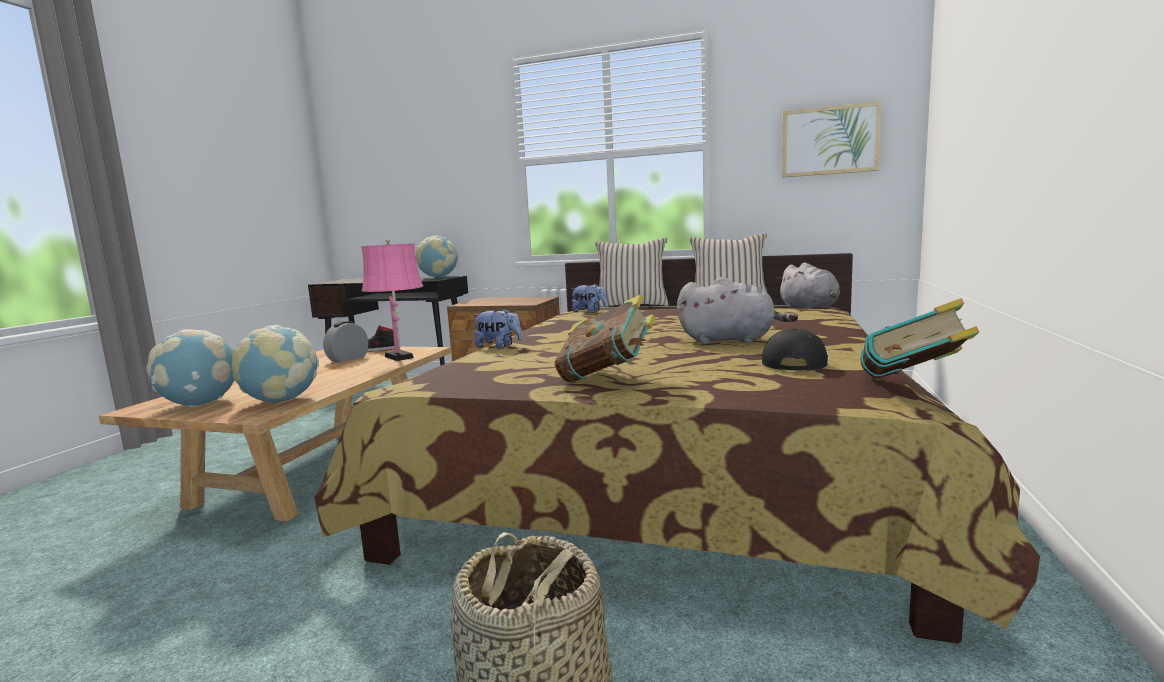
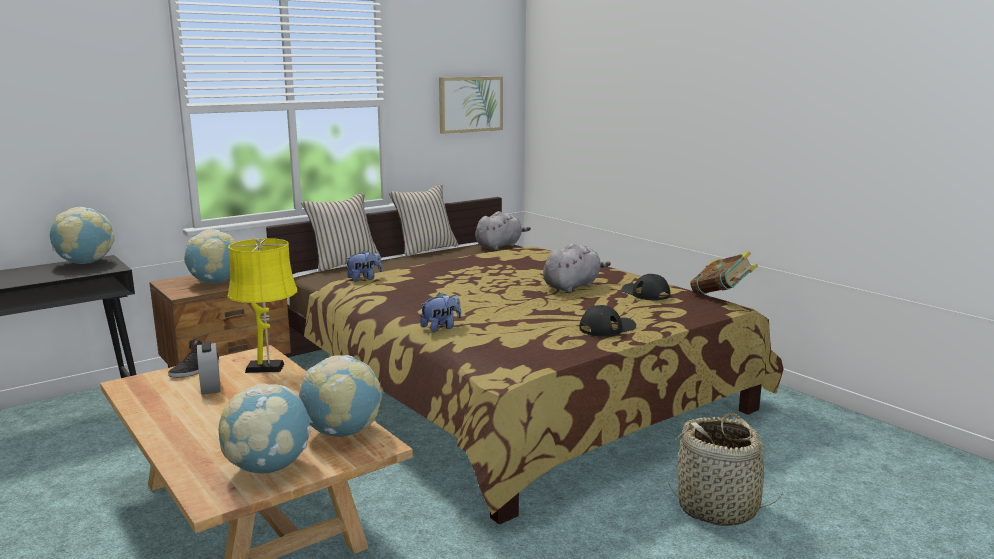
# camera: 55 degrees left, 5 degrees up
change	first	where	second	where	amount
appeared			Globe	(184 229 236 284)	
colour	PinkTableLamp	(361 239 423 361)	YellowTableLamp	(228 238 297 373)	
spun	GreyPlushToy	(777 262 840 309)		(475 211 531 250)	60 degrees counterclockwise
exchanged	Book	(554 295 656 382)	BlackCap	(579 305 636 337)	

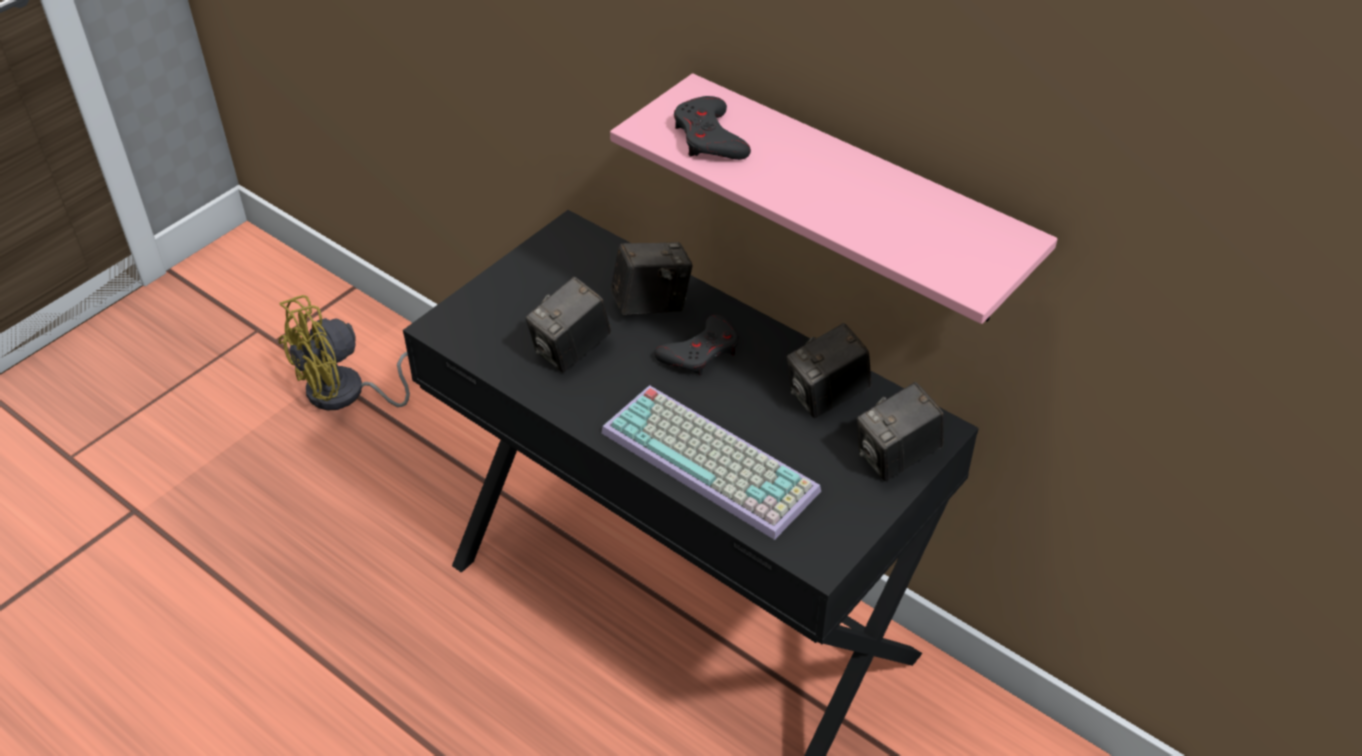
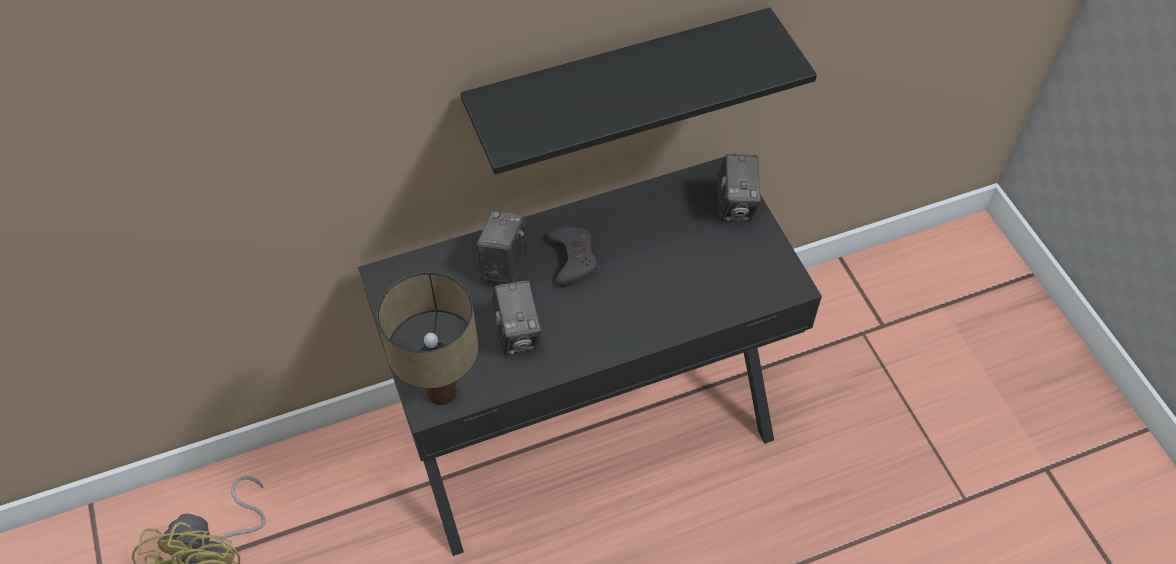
# camera: 60 degrees left, 10 degrees up
change	first	where	second	where	amount
appeared			TableLamp	(377 272 478 405)	
colour	PinkShelf	(610 73 1057 324)	BlackShelf	(461 8 817 175)	
missing	Keyboard	(601 385 821 540)			
missing	GreyGameController	(674 96 751 160)			
missing	PhotoCamera	(787 323 872 418)			

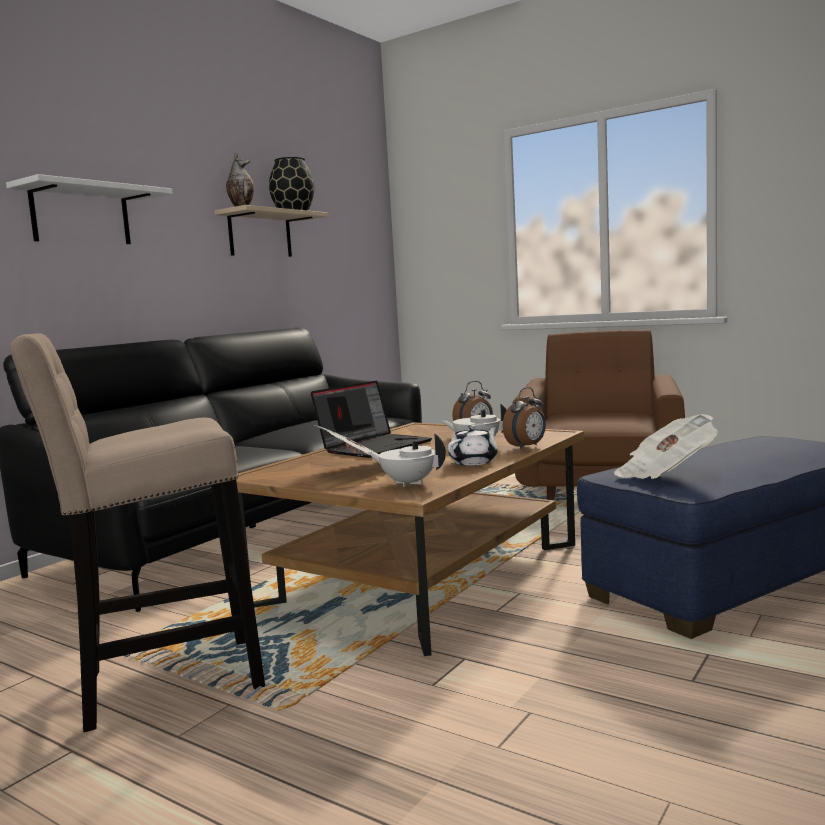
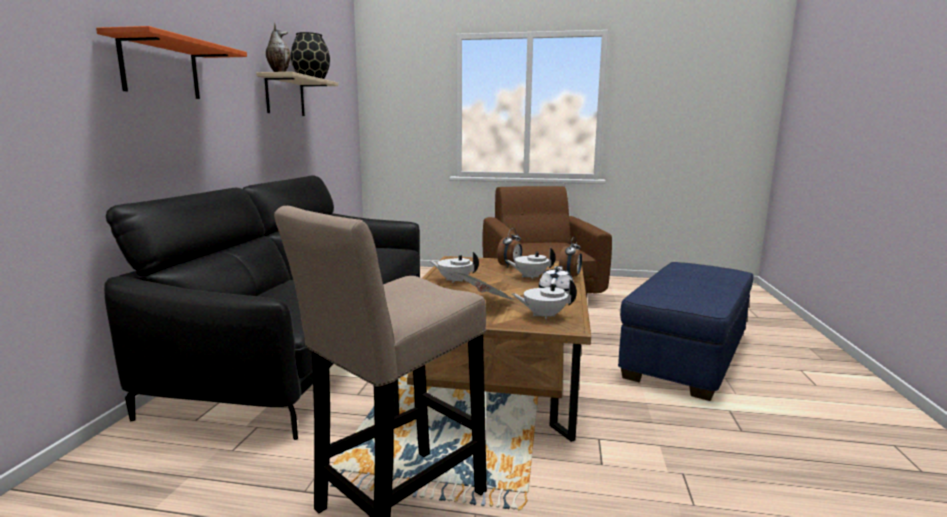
# camera: 25 degrees left, 5 degrees up
change	first	where	second	where	amount
colour	WhiteShelf	(6 174 173 244)	OrangeShelf	(96 26 247 99)	
exchanged	Laptop	(311 381 432 458)	WhiteTeapot	(430 252 479 283)	
missing	Newspaper	(614 414 718 479)			

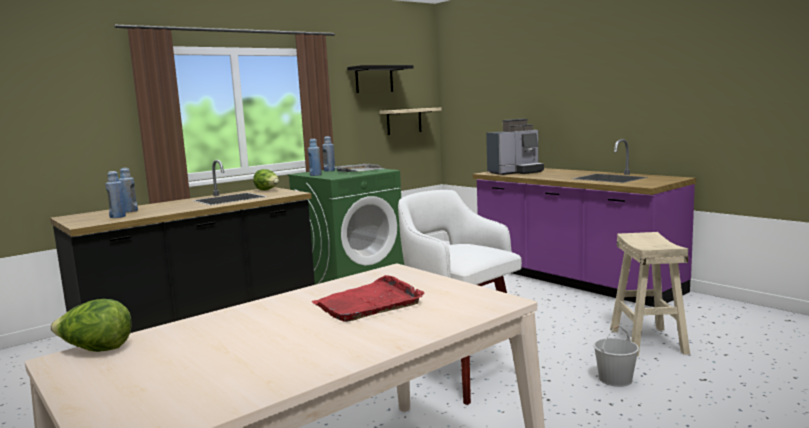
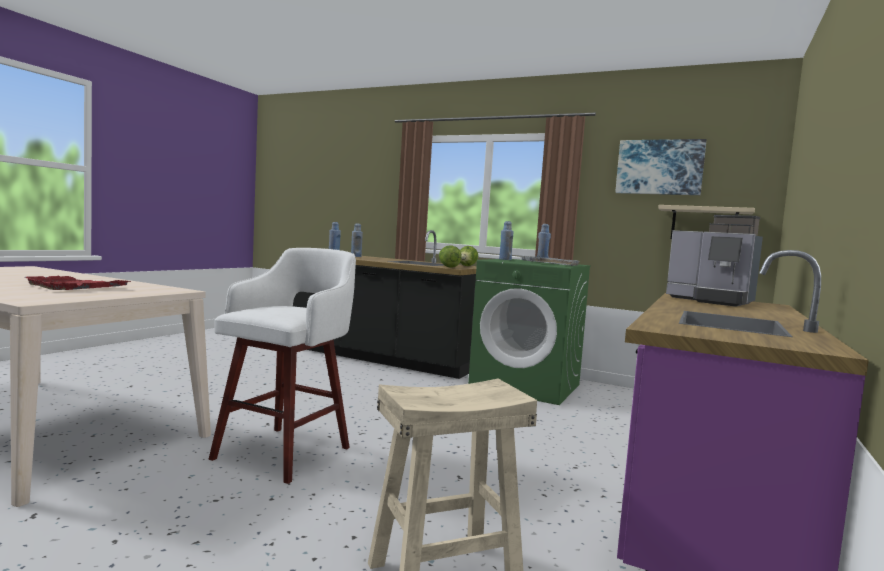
# camera: 65 degrees right, 5 degrees down
change	first	where	second	where	amount
relocated	Lettuce	(50 299 131 352)		(439 245 462 268)	
exchanged	BlackShelf	(347 65 413 93)	Picture	(615 139 706 195)	
missing	WhiteBucket	(594 326 639 387)			

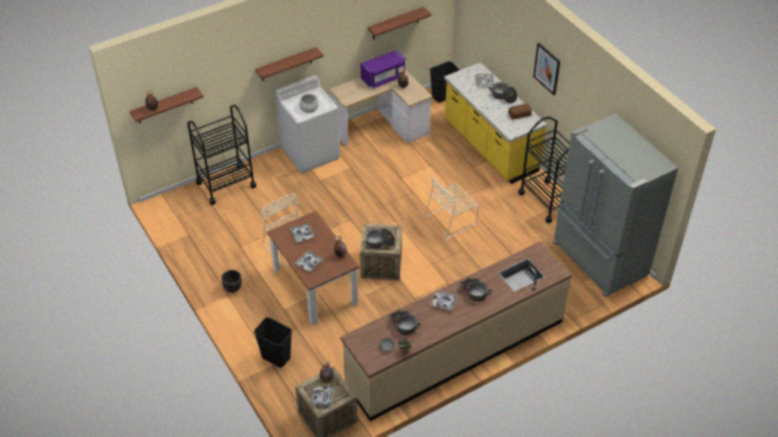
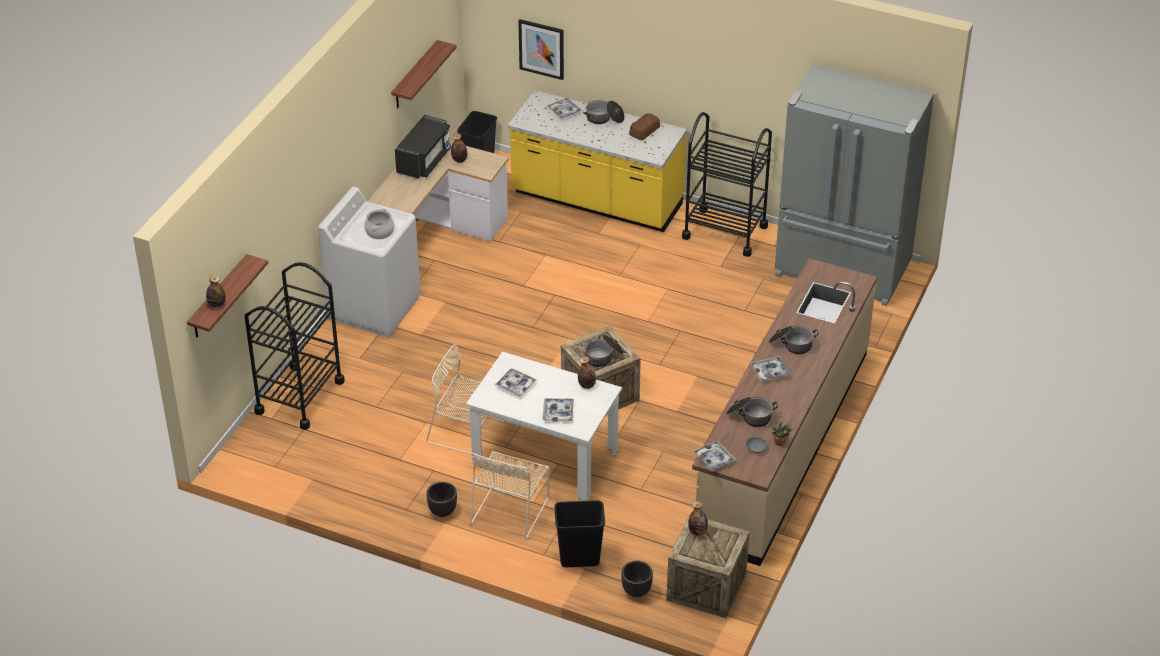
# camera: 35 degrees left, 5 degrees down
change	first	where	second	where	amount
colour	PurpleMicrowave	(361 50 405 88)	BlackMicrowave	(395 115 451 179)	
colour	BrownDiningTable	(267 211 359 325)	WhiteDiningTable	(466 352 622 501)	
relocated	BeigeChair	(424 176 479 239)		(470 451 550 540)	
relocated	Picture	(533 43 560 95)		(518 19 564 80)	
appeared			BlackPlanter	(621 561 653 598)	
relocated	Tray	(310 385 334 406)		(692 441 736 471)	
missing	Shelf	(255 47 324 81)			

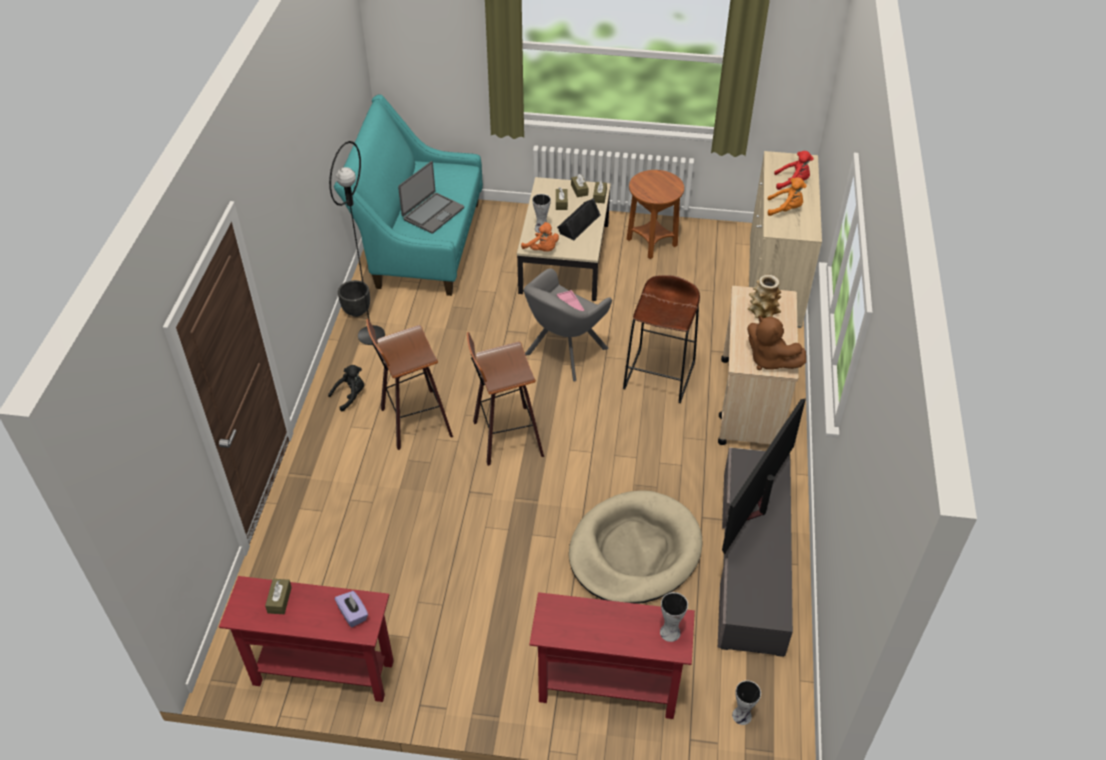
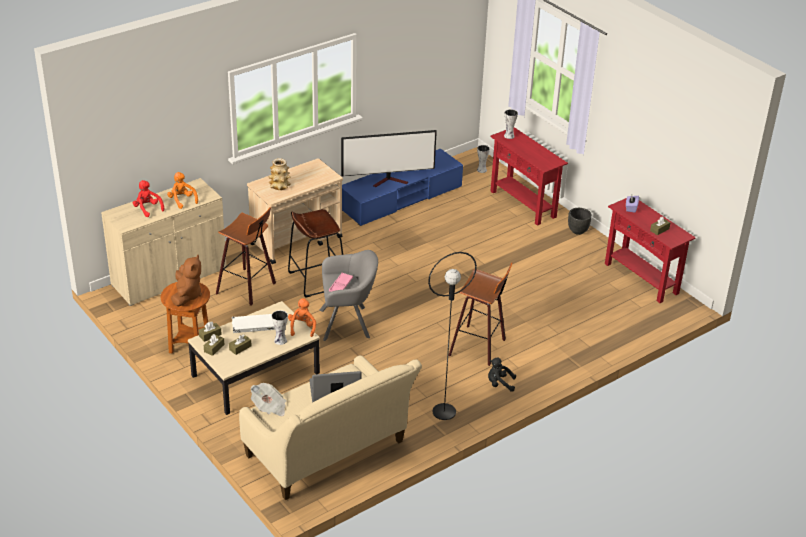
# camera: 135 degrees left, 10 degrees down
change	first	where	second	where	amount
relocated	BrownPlushToy	(747 315 806 370)		(171 255 202 307)	
relocated	Stool	(467 332 544 466)		(216 207 276 306)	
colour	BlackSpeaker	(557 198 601 240)	WhiteSpeaker	(232 314 275 333)	
colour	TurquoiseSofa	(334 95 483 296)	BeigeSofa	(239 355 422 500)	
appeared			Newspaper	(251 383 286 417)	
colour	GreyTvStand	(718 448 793 657)	BlueTvStand	(342 149 463 226)	
relocated	BlackPlanter	(338 280 370 317)		(568 208 592 235)	
missing	BeigeDogBed	(569 490 702 604)			

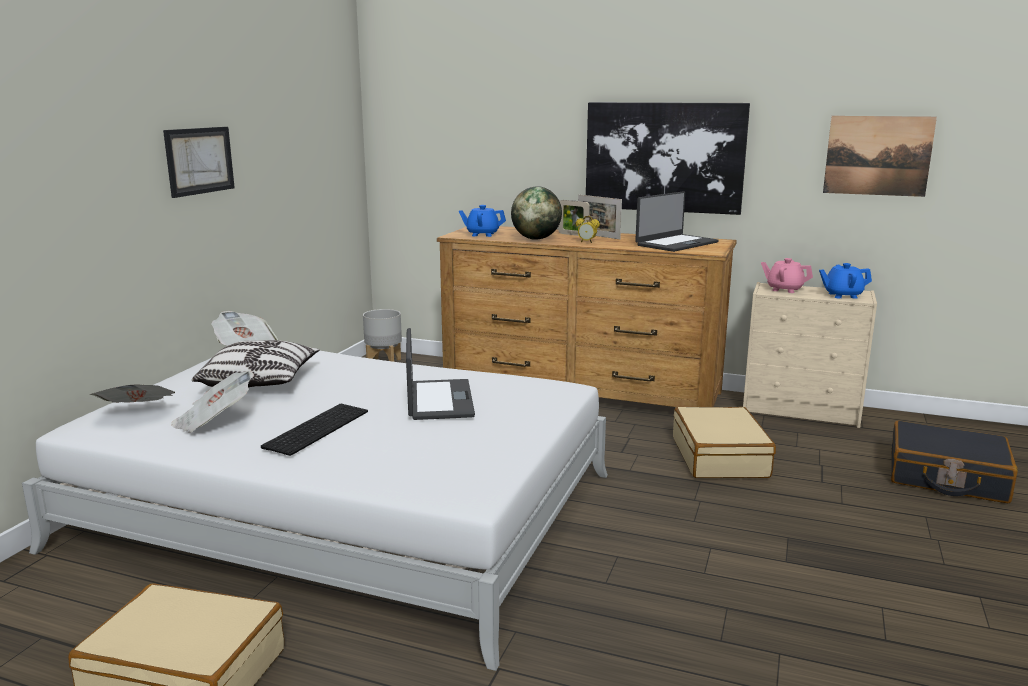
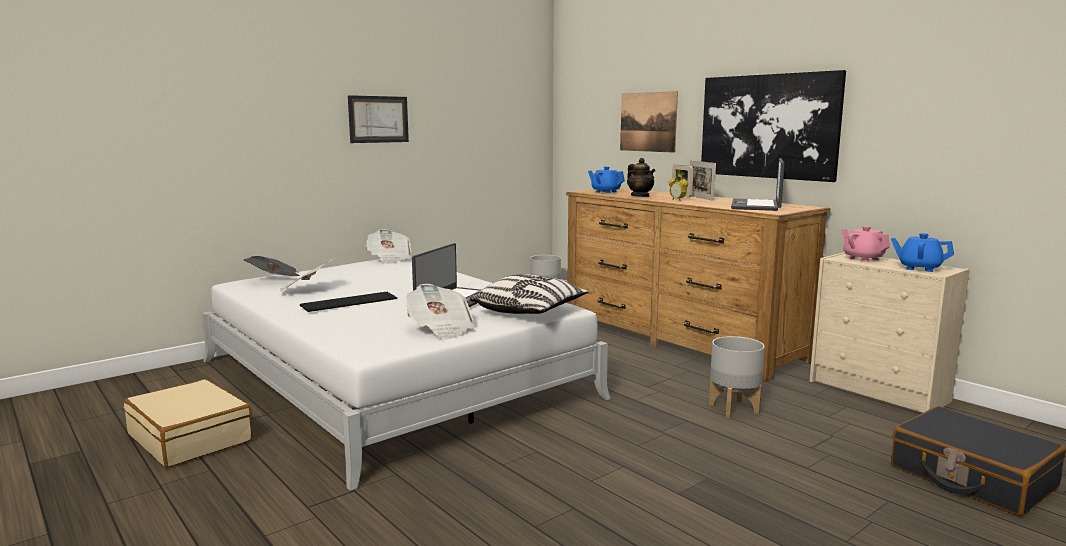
# camera: 30 degrees right, 5 degrees down
change	first	where	second	where	amount
appeared			Newspaper	(406 284 475 340)	
relocated	Pillow	(192 340 319 387)		(469 274 589 314)	
relocated	Picture	(823 116 937 197)		(620 91 678 153)	
exchanged	Globe	(511 186 562 240)	Teapot	(627 158 655 197)	
exchanged	BeigeSuitcase	(673 407 776 478)	GreyPlanter	(709 336 765 418)	
spun	Laptop	(635 191 719 252)		(731 158 785 211)	120 degrees clockwise

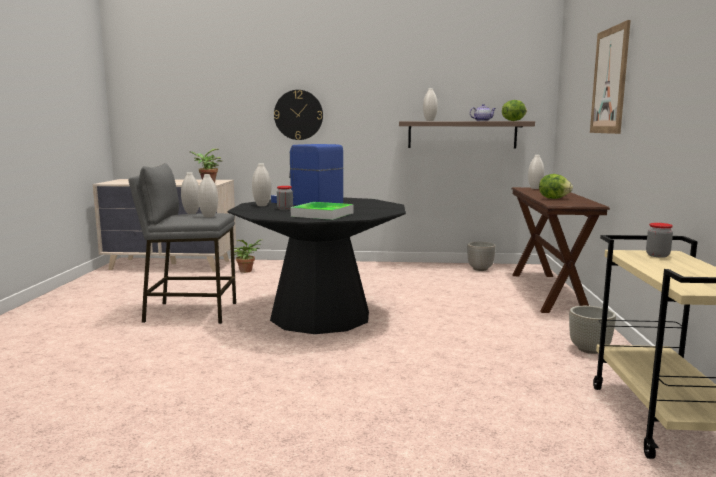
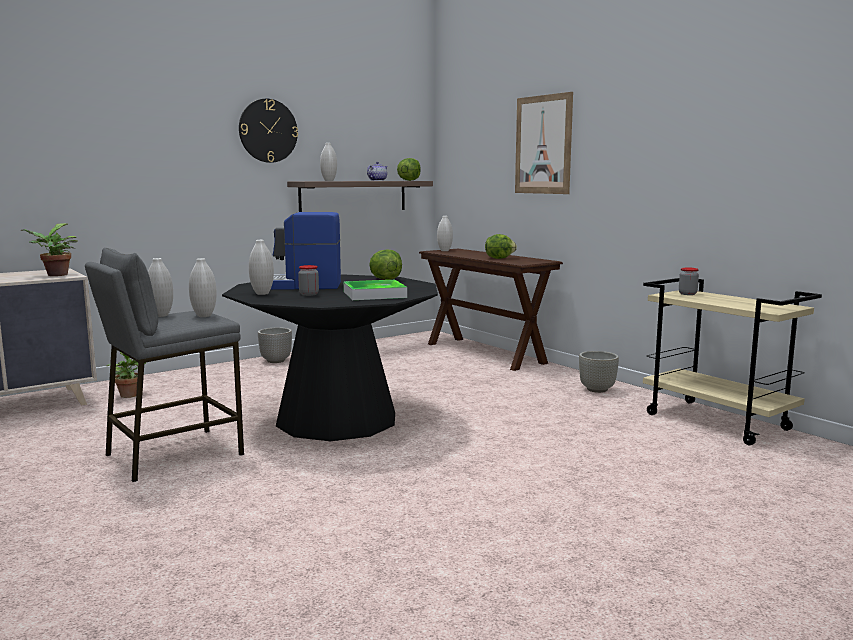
# camera: 40 degrees left, 0 degrees up
change	first	where	second	where	amount
relocated	WallClock	(274 90 323 140)		(239 99 298 163)	
relocated	Planter	(467 242 496 271)		(258 328 292 363)	
appeared			Lettuce	(369 249 402 280)	

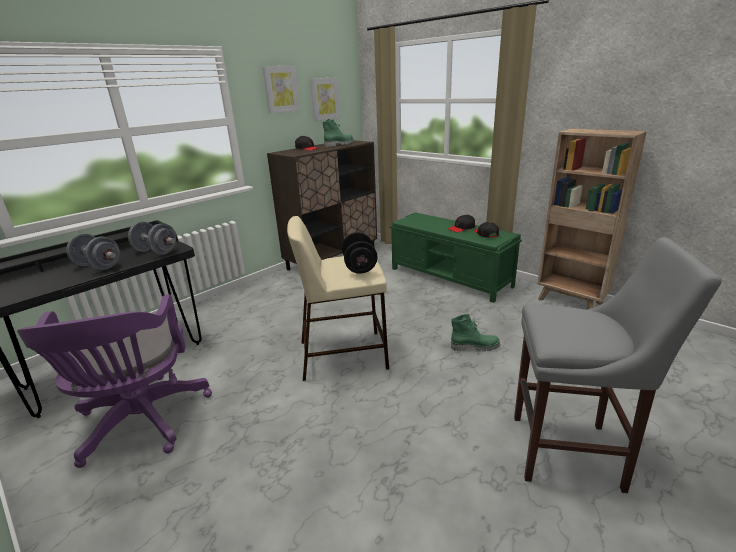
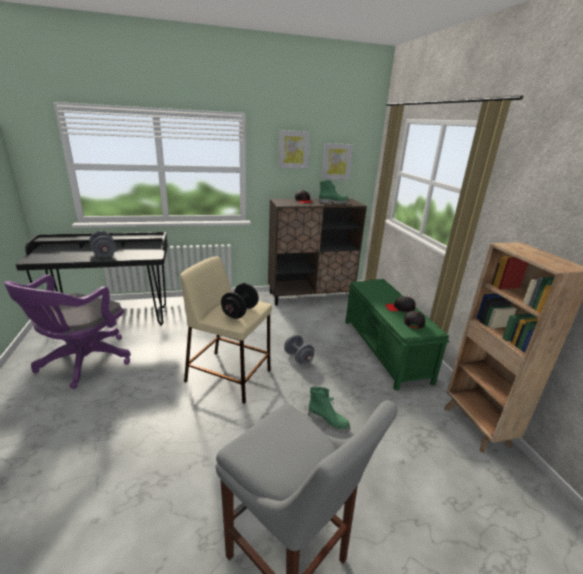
# camera: 30 degrees right, 0 degrees up
change	first	where	second	where	amount
relocated	GreyDumbbell	(128 221 176 255)		(284 334 314 365)	

